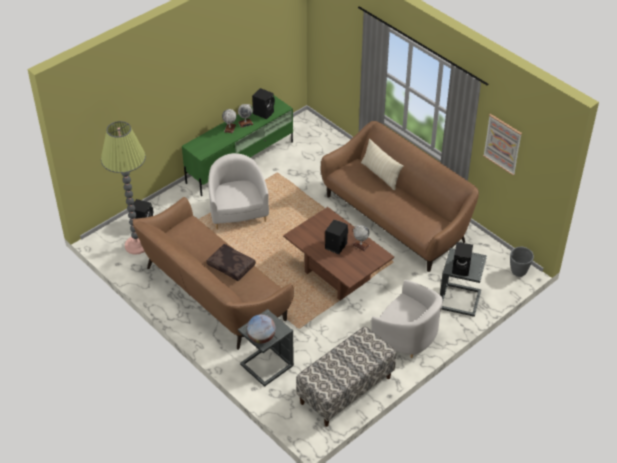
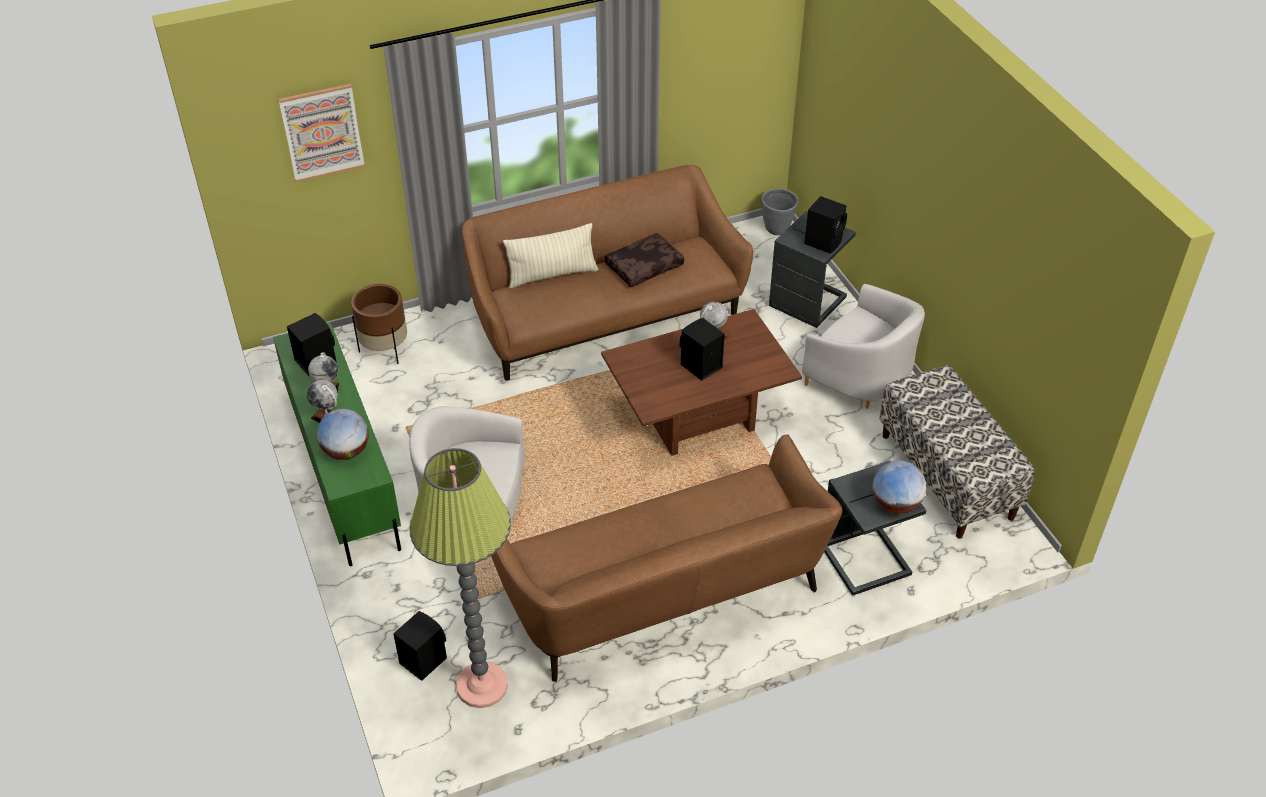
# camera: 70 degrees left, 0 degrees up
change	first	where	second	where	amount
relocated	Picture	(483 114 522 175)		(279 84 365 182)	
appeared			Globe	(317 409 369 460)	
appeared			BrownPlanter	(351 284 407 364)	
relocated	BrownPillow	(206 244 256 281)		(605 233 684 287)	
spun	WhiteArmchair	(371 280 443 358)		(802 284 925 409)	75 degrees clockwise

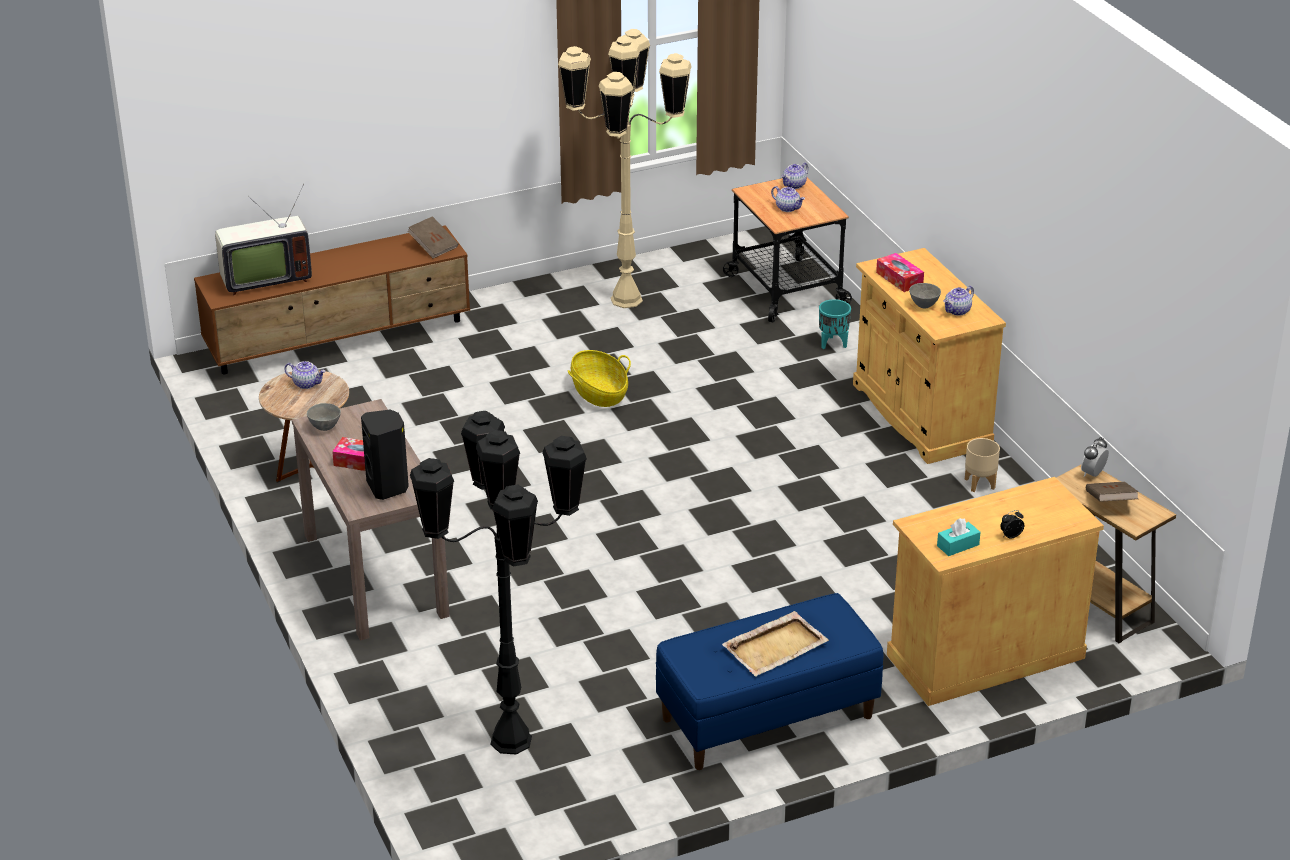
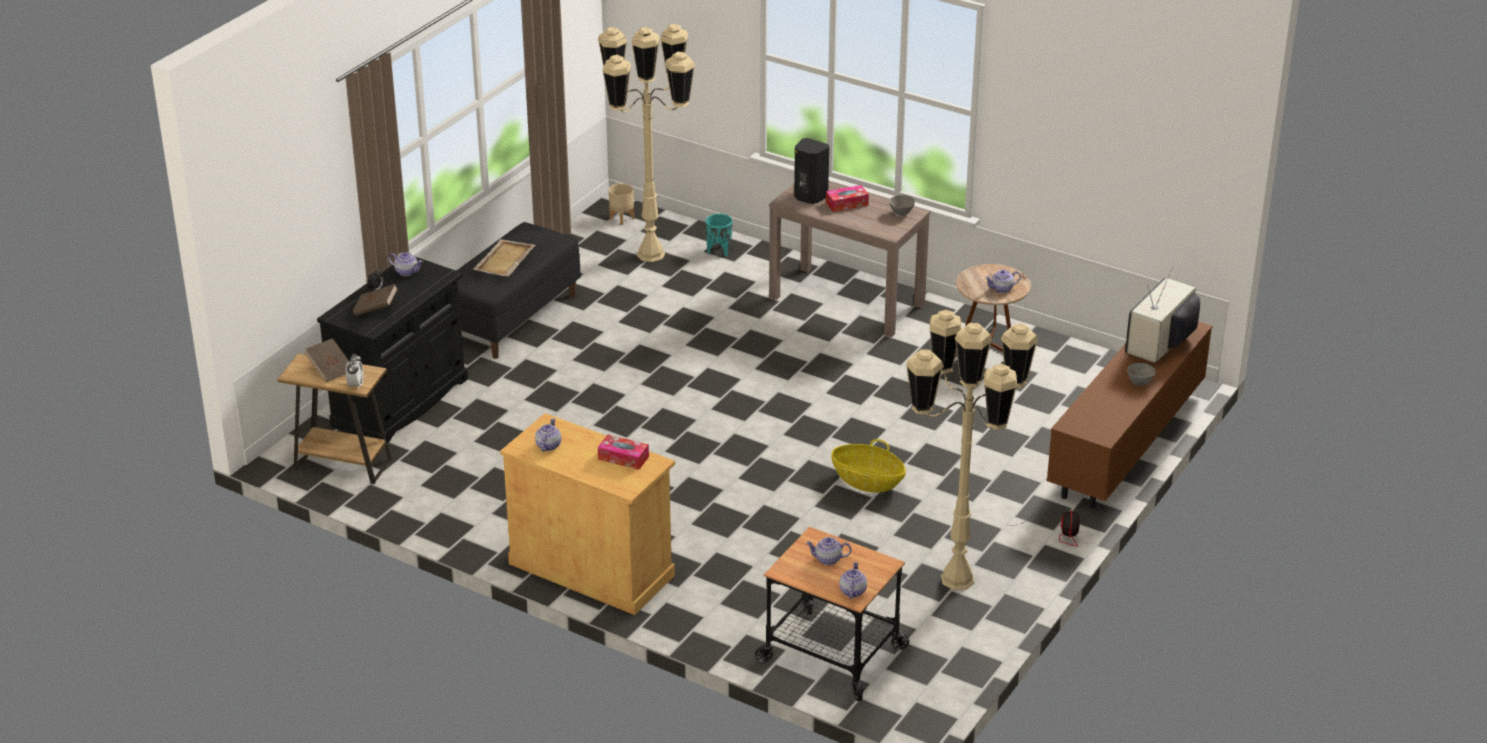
# camera: 145 degrees right, 0 degrees up
change	first	where	second	where	amount
colour	BeigeCabinet	(887 477 1104 706)	BlackCabinet	(317 257 468 443)	
relocated	BrownBook	(407 216 458 259)		(353 284 398 316)	
exchanged	TurquoiseTissueBox	(937 518 981 556)	Teapot	(388 252 423 276)	
colour	BlueBench	(656 593 883 770)	BlackBench	(457 222 581 359)	
colour	BlackFloorLamp	(410 411 587 755)	BeigeFloorLamp	(598 24 695 262)	
relocated	BeigePlanter	(965 438 1000 492)		(609 183 634 225)	
relocated	TurquoisePlanter	(819 299 851 349)		(705 214 733 257)	
appeared			Fan	(1021 510 1080 547)	
relocated	GreyBowl	(909 283 941 308)		(1127 363 1156 386)	

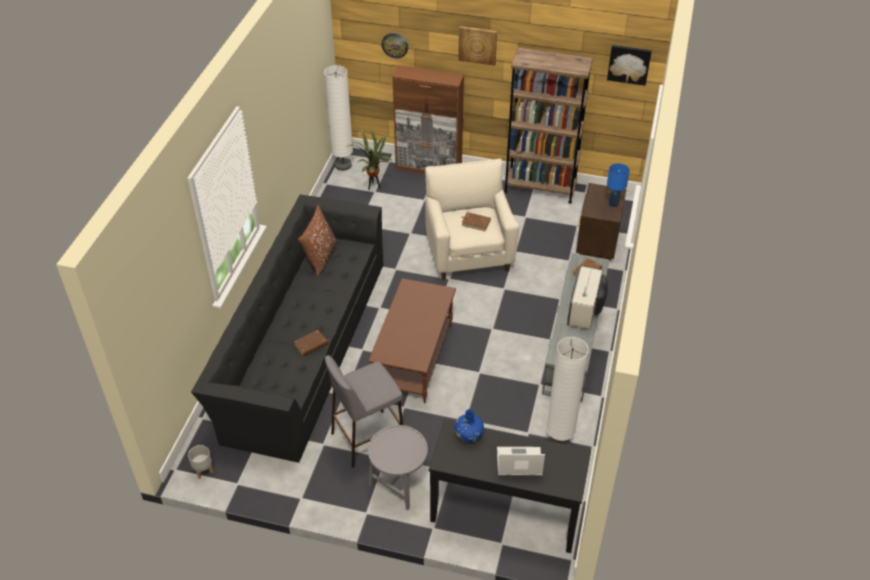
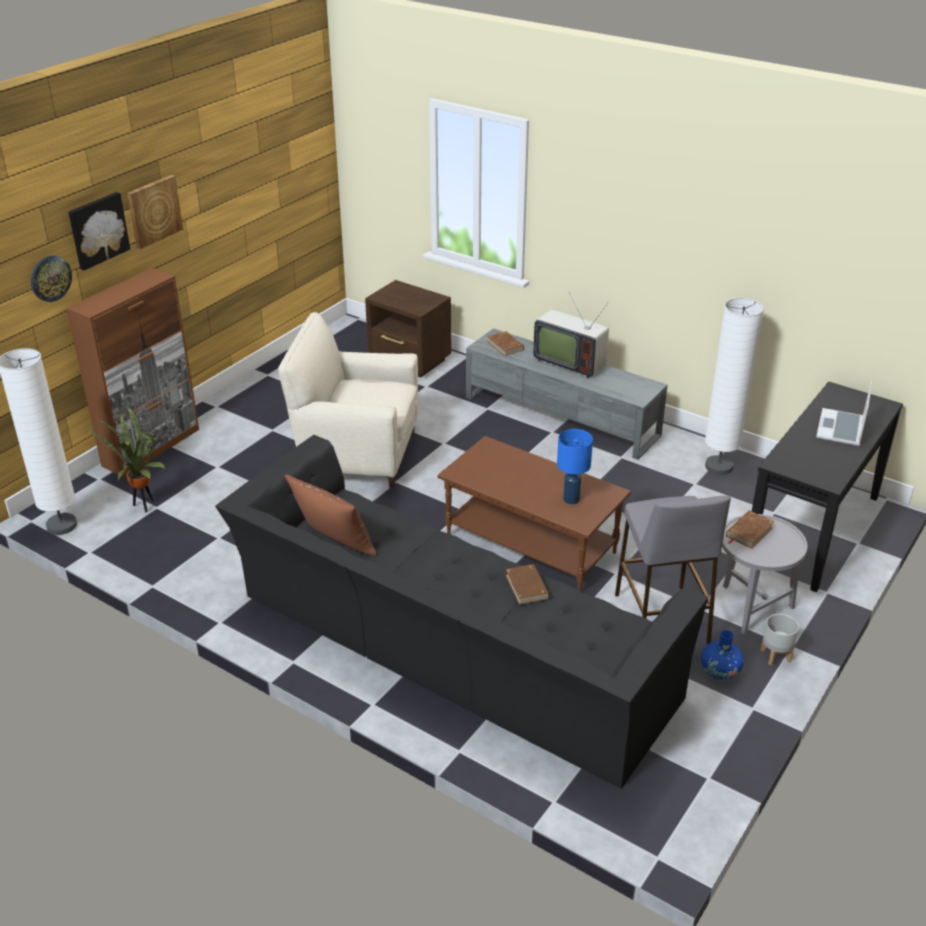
# camera: 70 degrees left, 10 degrees down
change	first	where	second	where	amount
relocated	Picture	(607 45 652 86)		(68 192 130 270)	
relocated	BlueTableLamp	(607 163 630 207)		(557 429 593 504)	
relocated	BlueVase	(454 409 484 442)		(701 630 744 680)	
relocated	BrownBook	(461 212 491 231)		(726 510 774 549)	
relocated	GreyPlanter	(188 445 214 479)		(761 614 799 666)	
missing	BrownBookcase	(504 48 593 204)			

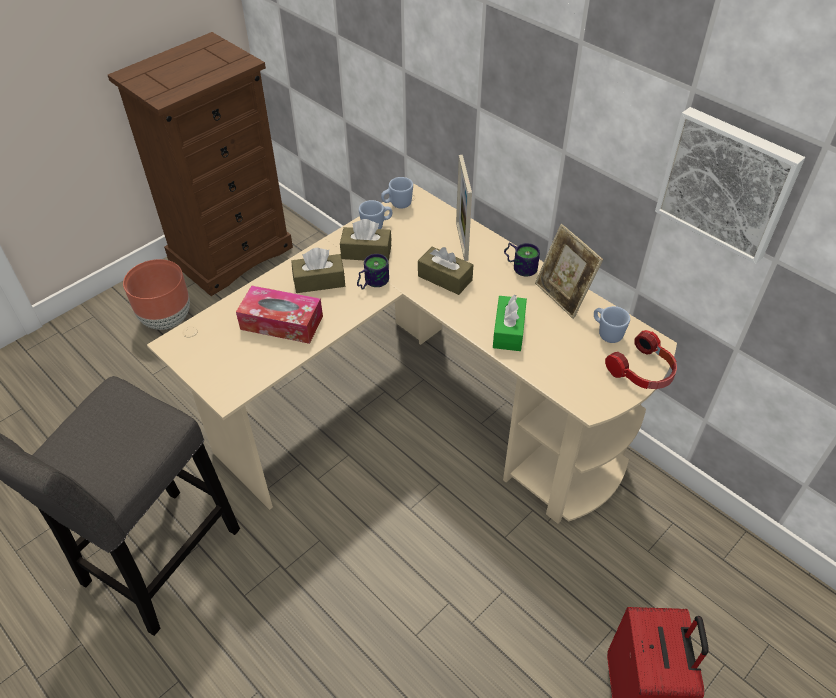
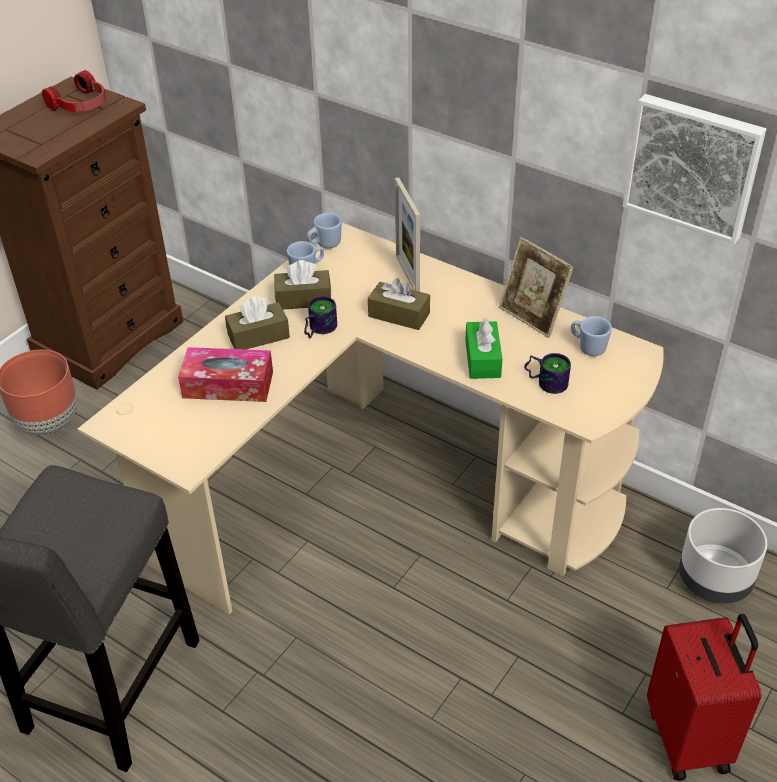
# camera: 10 degrees left, 5 degrees down
change	first	where	second	where	amount
relocated	Headphones	(605 330 677 389)		(42 70 106 112)	
relocated	Mug	(504 243 540 277)		(524 353 571 394)	
appeared			GreyPlanter	(679 508 768 604)	

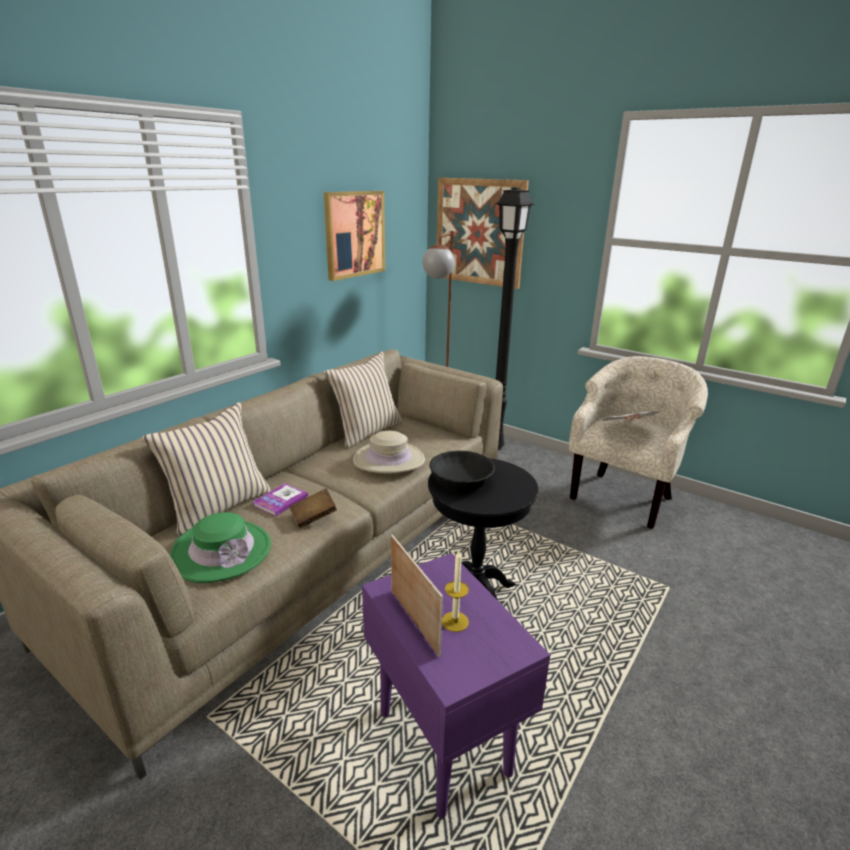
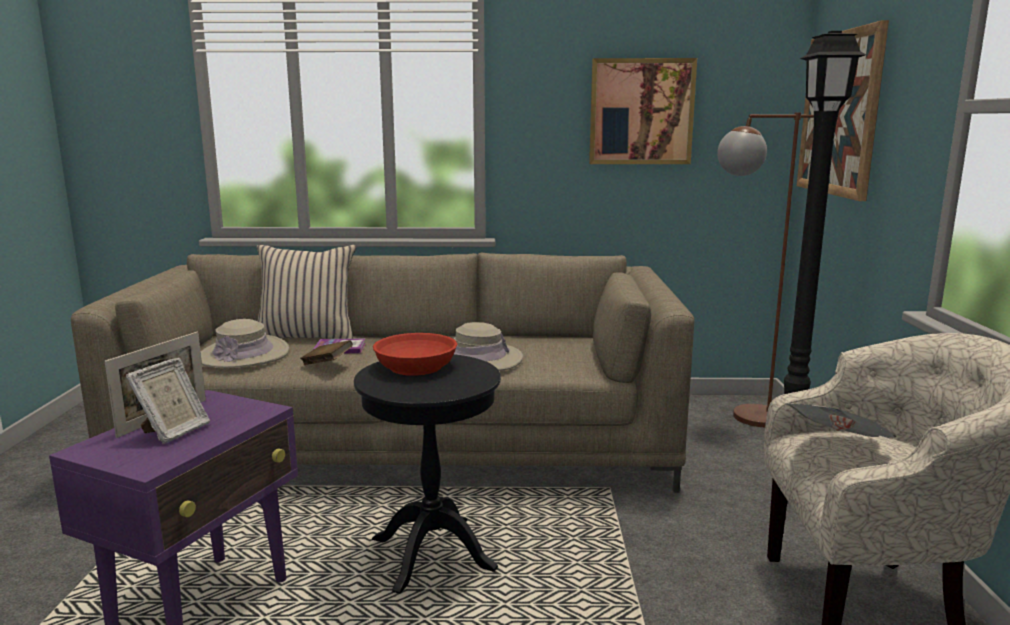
# camera: 55 degrees right, 10 degrees down
change	first	where	second	where	amount
exchanged	Candle	(442 551 469 632)	PictureFrame	(126 358 210 444)	
colour	GreenHat	(170 512 271 583)	BeigeHat	(201 319 289 368)	
colour	BlackBowl	(429 451 495 492)	RedBowl	(373 333 458 376)	
missing	BeigePillow	(323 352 403 448)			

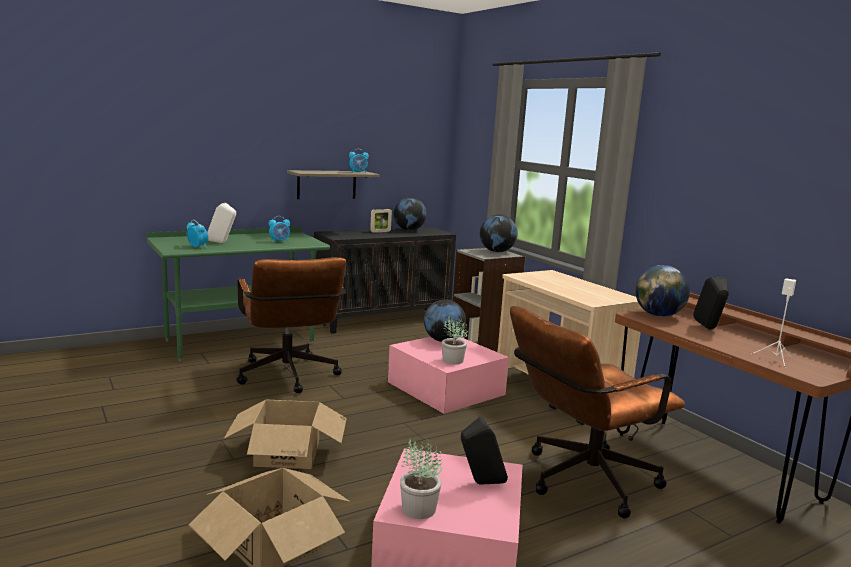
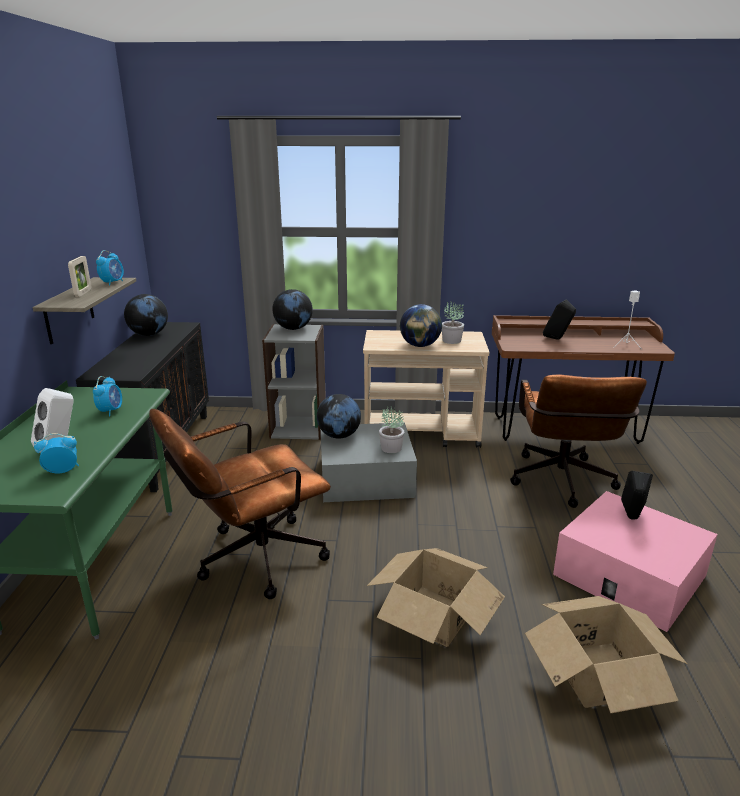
# camera: 55 degrees left, 10 degrees up
change	first	where	second	where	amount
relocated	PictureFrame	(370 209 392 233)		(68 256 91 297)	
spun	BrownOfficeChair	(236 257 346 393)		(149 409 331 599)	135 degrees clockwise
colour	PinkStorageBox	(388 337 509 414)	GreyStorageBox	(321 422 417 502)	
relocated	Globe	(635 265 690 317)		(400 304 442 347)	
relocated	PottedPlant	(400 438 442 519)		(442 302 464 344)	

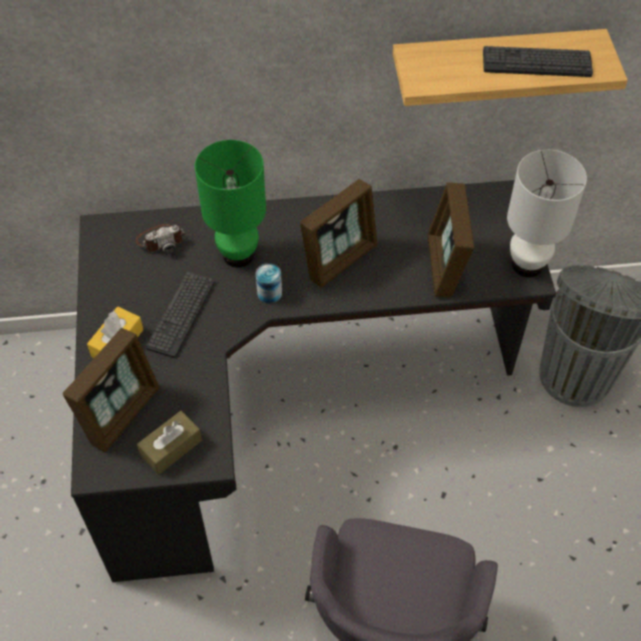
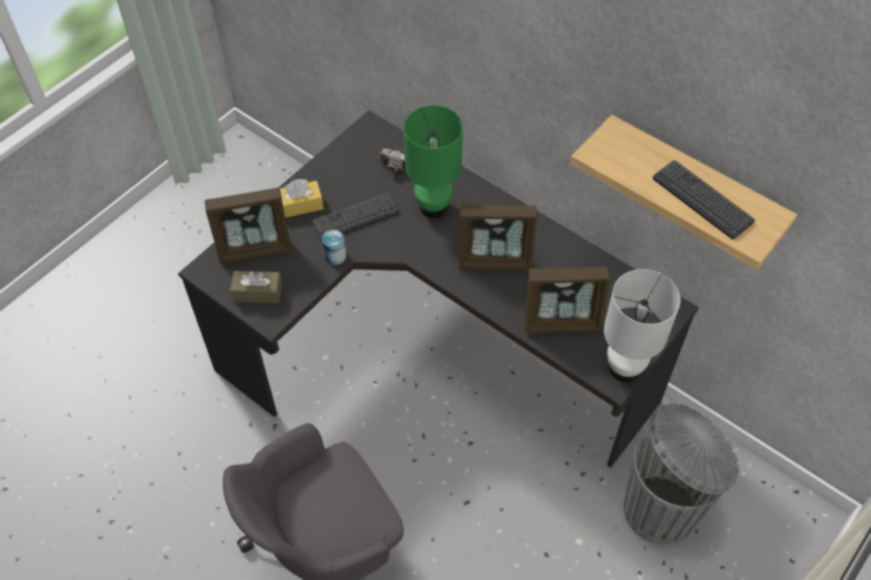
# camera: 45 degrees right, 0 degrees up
change	first	where	second	where	amount
relocated	Can	(256 263 282 303)		(322 229 347 265)	
spun	PictureFrame	(427 182 474 298)		(524 267 610 333)	135 degrees counterclockwise

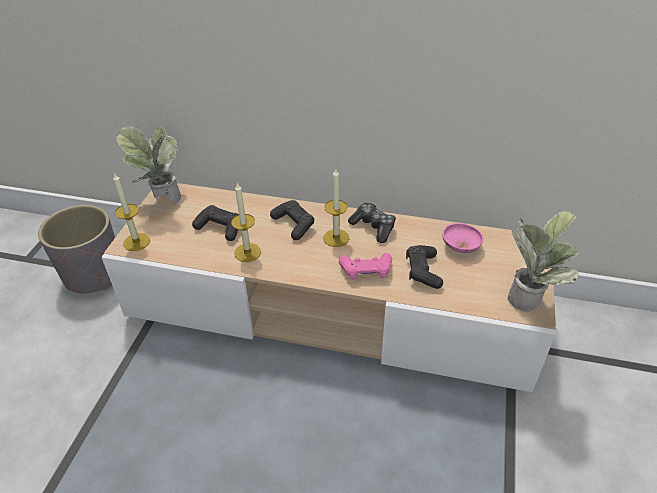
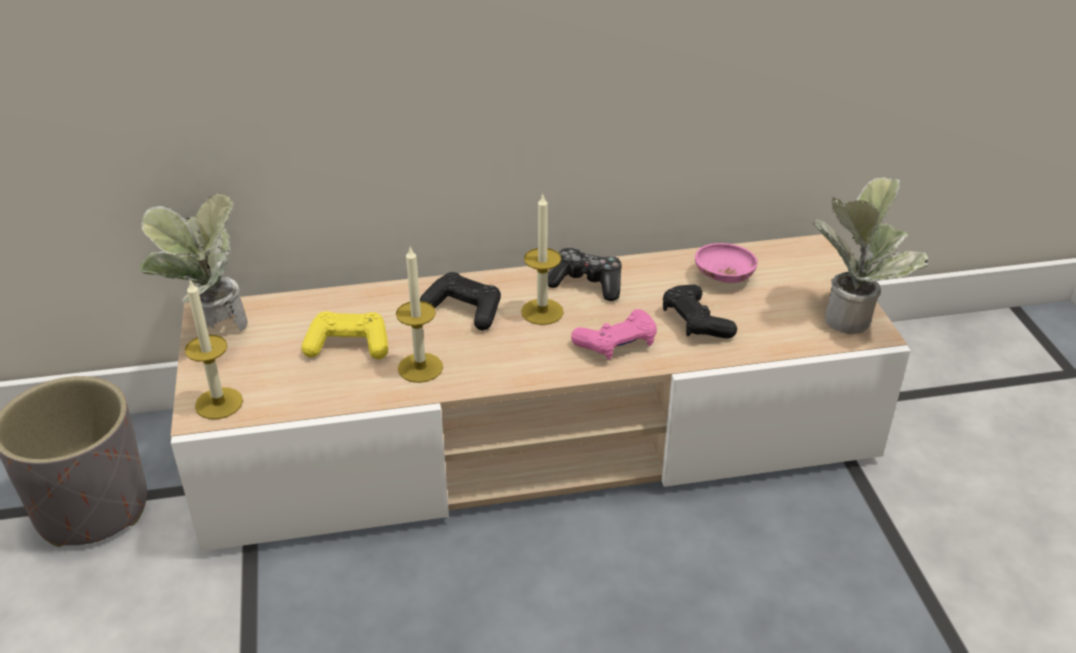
# camera: 25 degrees left, 5 degrees down
change	first	where	second	where	amount
colour	BlackGameController	(192 205 239 241)	YellowGameController	(302 311 388 359)	

